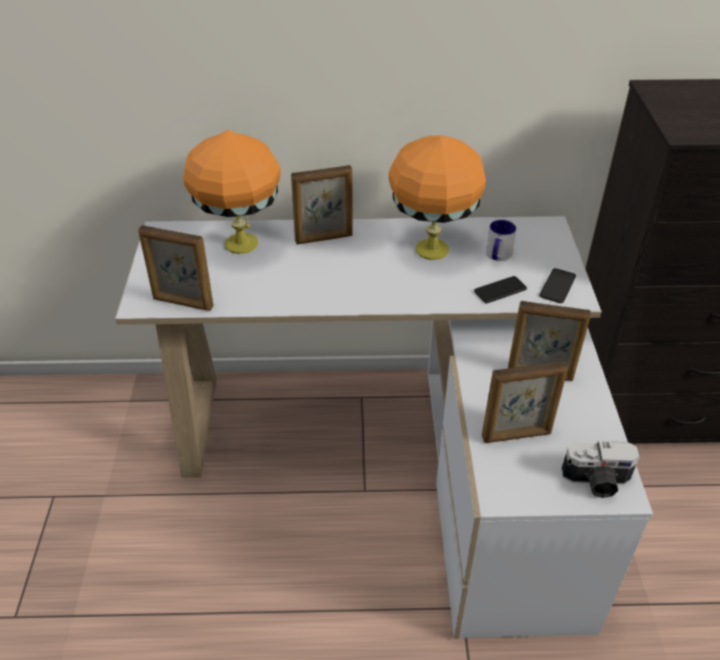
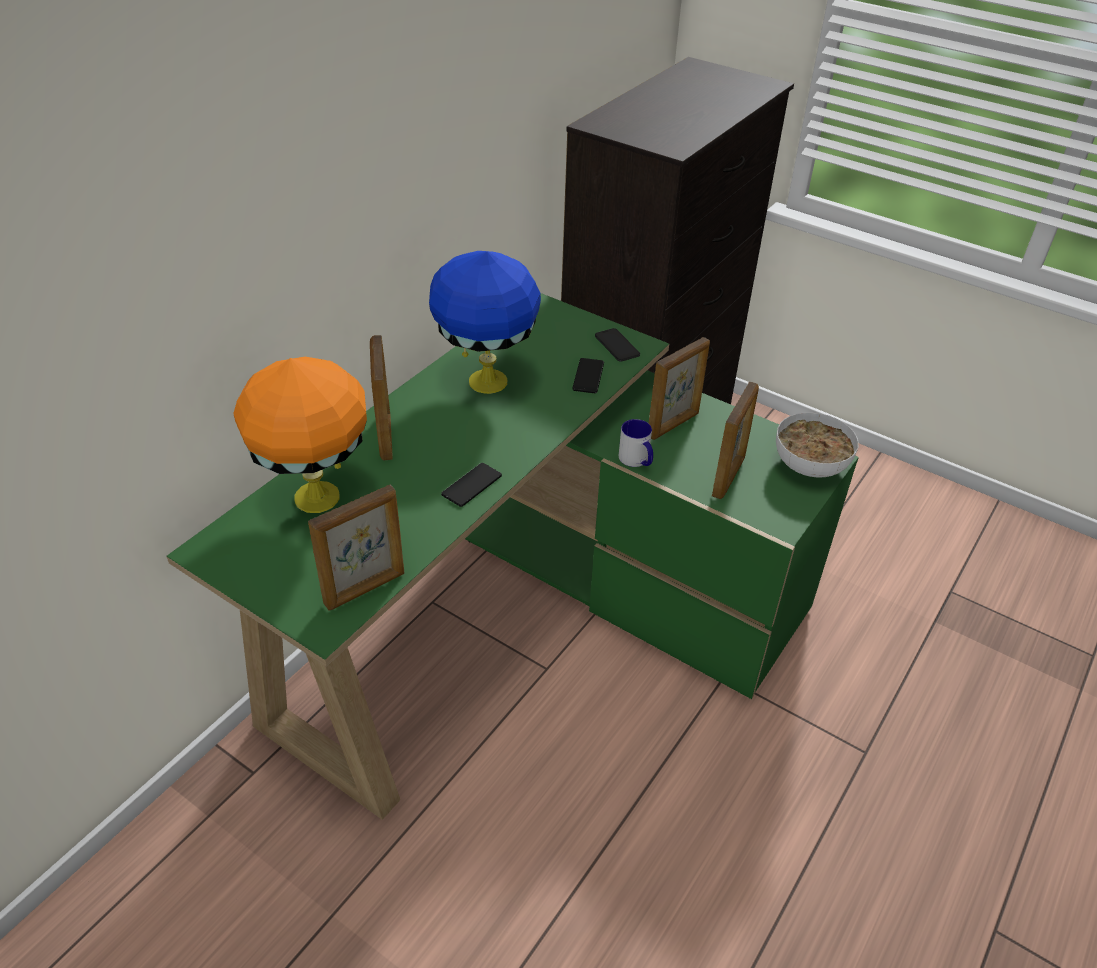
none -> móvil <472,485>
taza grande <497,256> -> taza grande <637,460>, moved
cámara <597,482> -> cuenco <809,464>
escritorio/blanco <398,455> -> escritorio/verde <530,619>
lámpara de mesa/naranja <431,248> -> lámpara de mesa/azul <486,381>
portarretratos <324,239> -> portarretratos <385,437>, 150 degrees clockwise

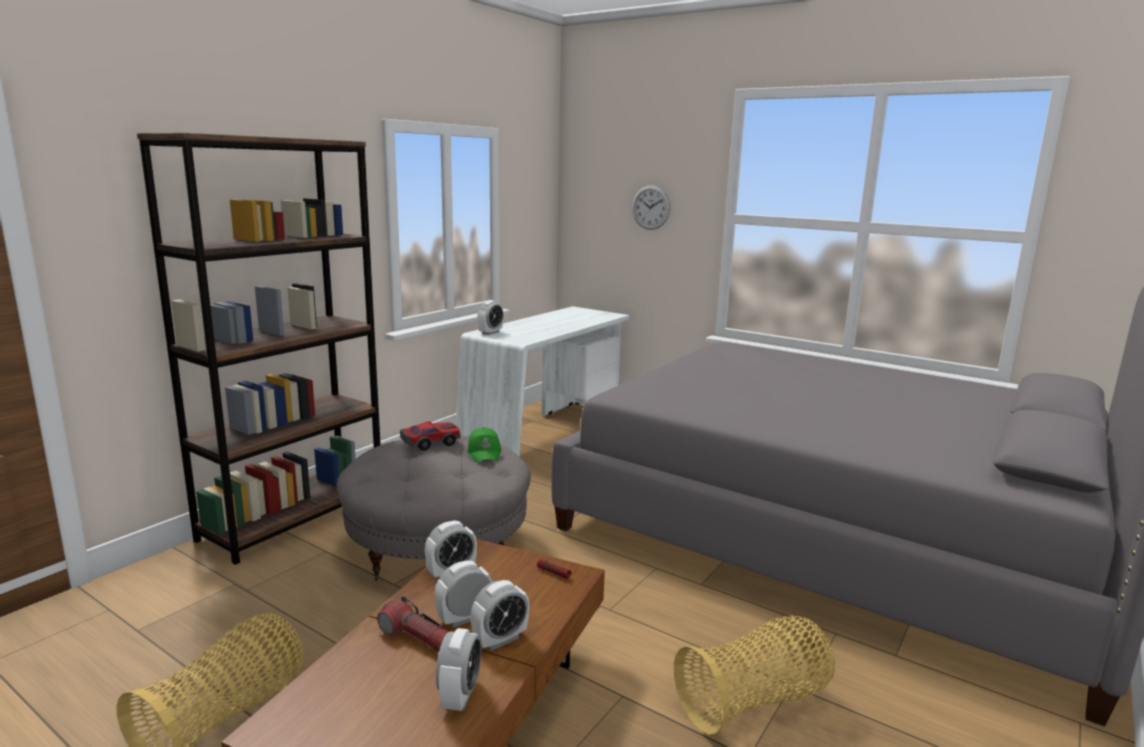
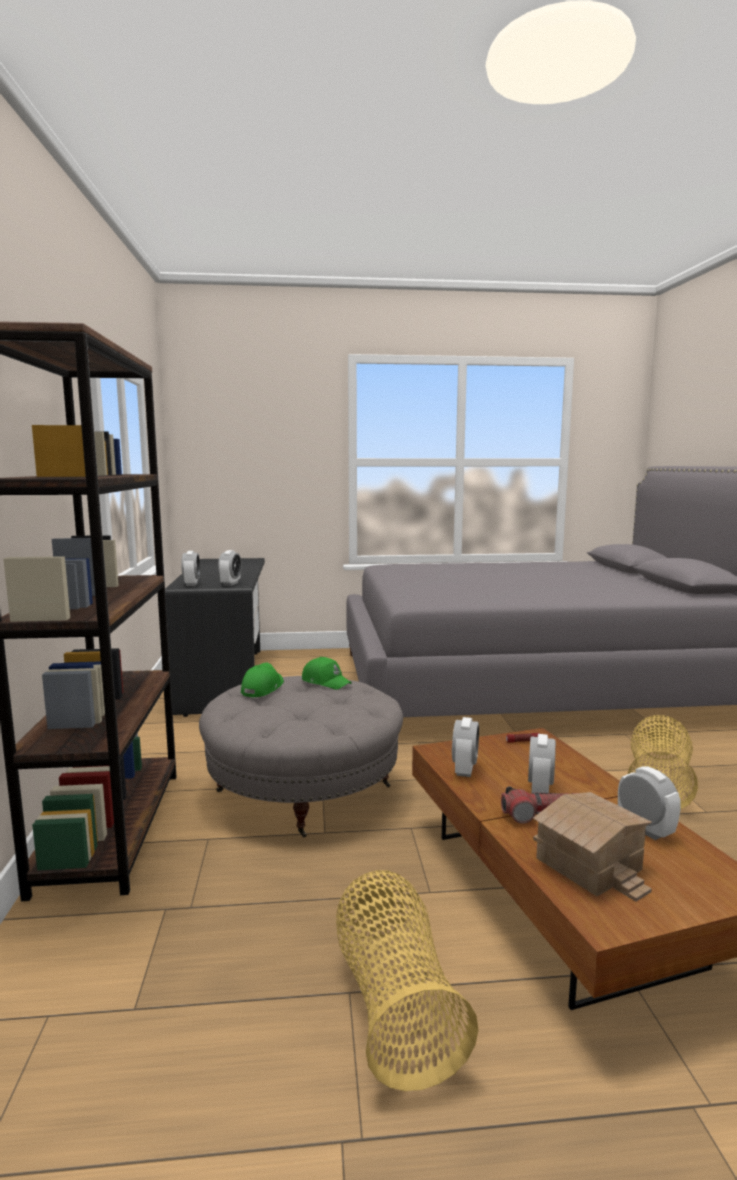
reloj de pared <651,207> -> none
none -> casita <589,863>
despertador <500,640> -> despertador <230,584>, moved
coche de juguete <431,442> -> gorra/verde <262,688>
escritorio/blanco <546,430> -> escritorio/negro <225,680>

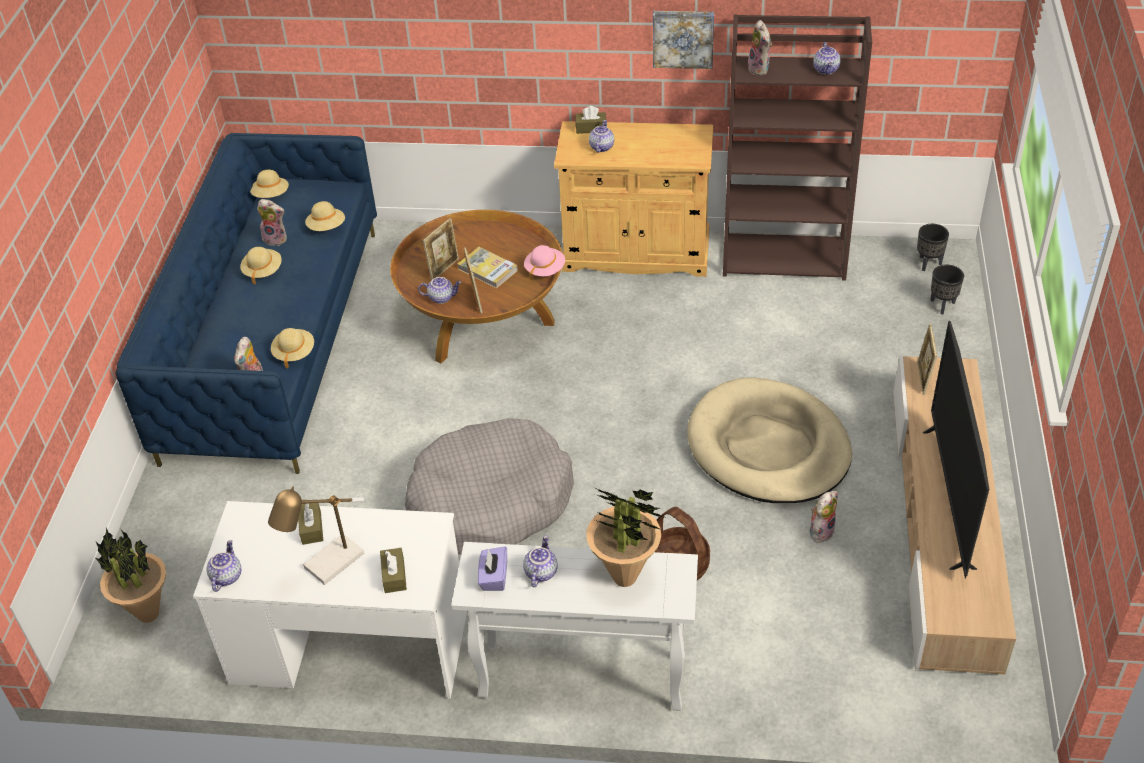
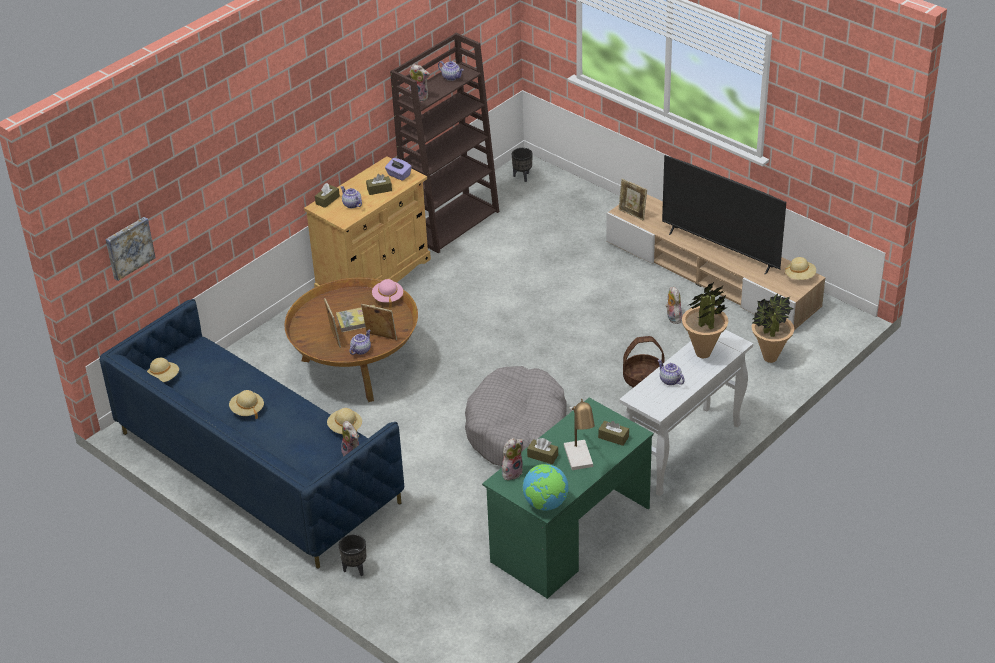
cama para perro/beis <768,447> -> none
none -> caja de pañuelos/marrón <379,189>
planta en maceta <148,614> -> planta en maceta <770,358>, moved
peluche <276,239> -> peluche <512,472>, moved
sombrero/beis <327,227> -> sombrero/beis <800,276>, moved
caja de pañuelos/morado <494,577> -> caja de pañuelos/morado <398,175>, moved
cuadro <683,38> -> cuadro <129,247>, moved
maceta/negro <943,305> -> maceta/negro <355,569>, moved
tetera <226,576> -> globo terráqueo <545,504>
escritorio/blanco <349,647> -> escritorio/verde <570,535>

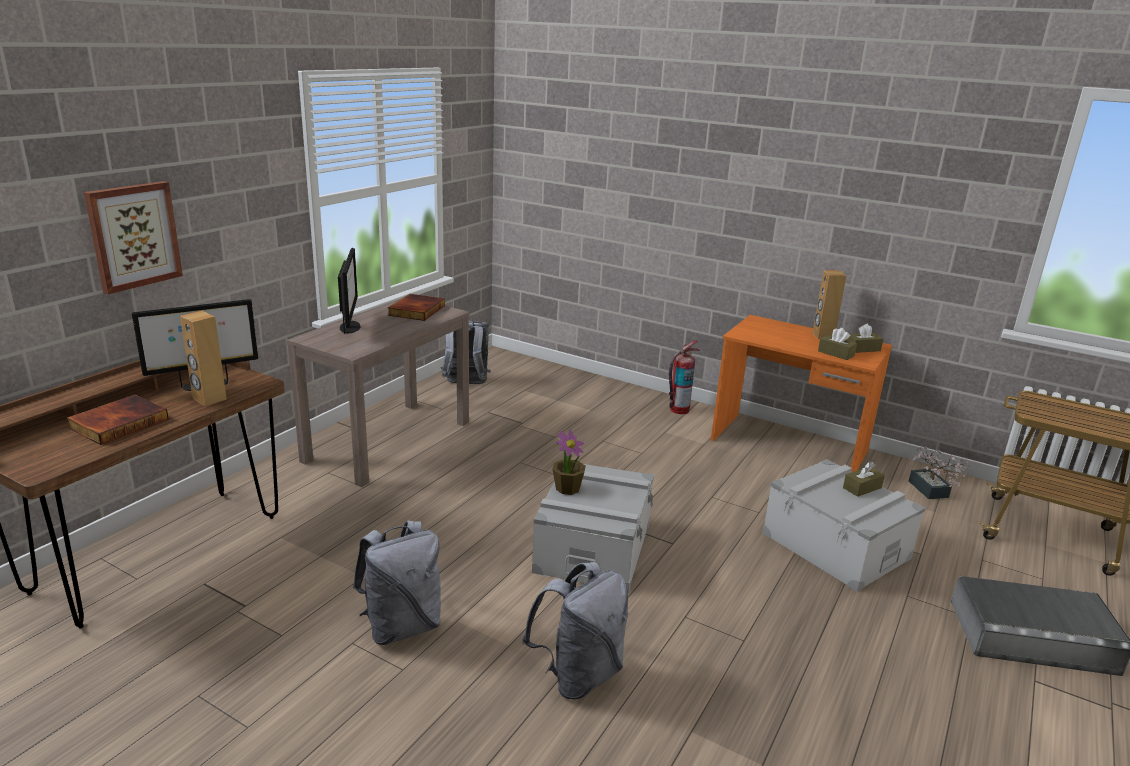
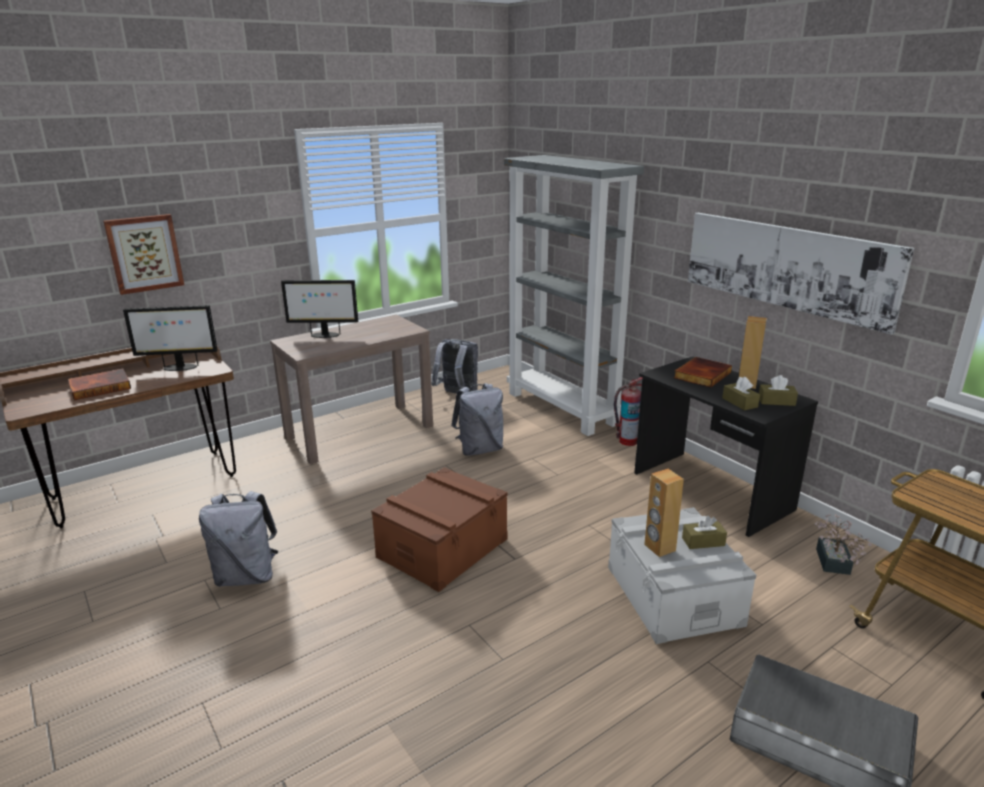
planta en maceta <567,488> -> none
none -> estantería/gris <563,408>
none -> cuadro <786,266>
altavoz/marrón <209,399> -> altavoz/marrón <659,548>, moved
libro <416,310> -> libro <701,375>, moved
mochila/gris <578,675> -> mochila/gris <480,449>, moved
caja de almacenaje/gris <593,548> -> caja de almacenaje/marrón <442,547>
escritorio/naranja <789,446> -> escritorio/negro <710,491>
monitor <350,327> -> monitor <324,335>, 75 degrees clockwise

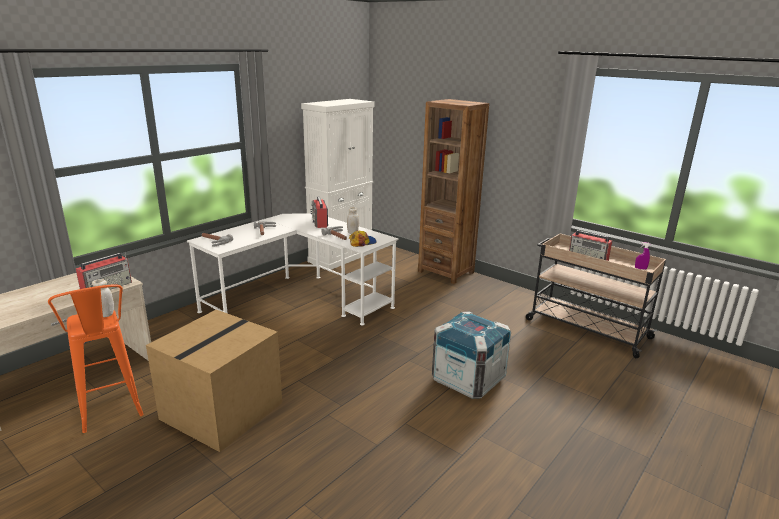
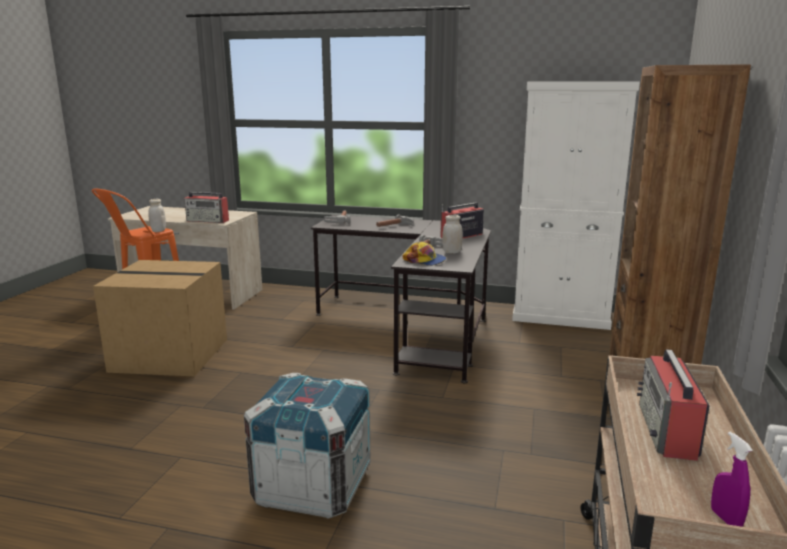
escritorio/blanco <299,300> -> escritorio/negro <414,326>

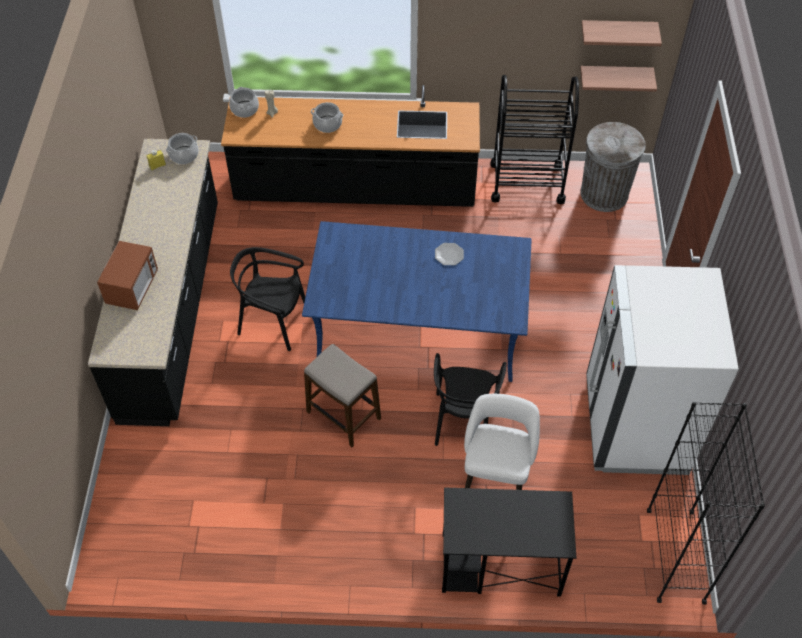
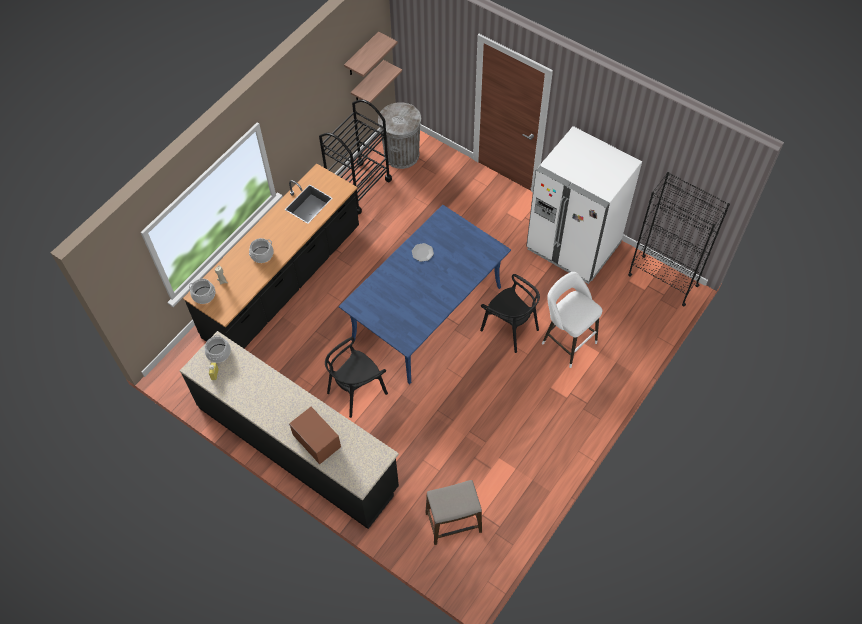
escritorio/negro <499,565> -> none
taburete <343,415> -> taburete <453,522>, moved

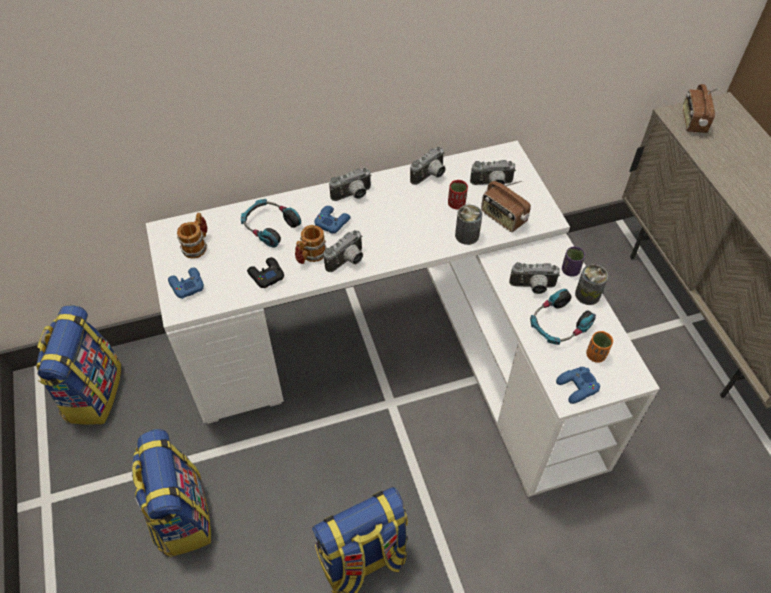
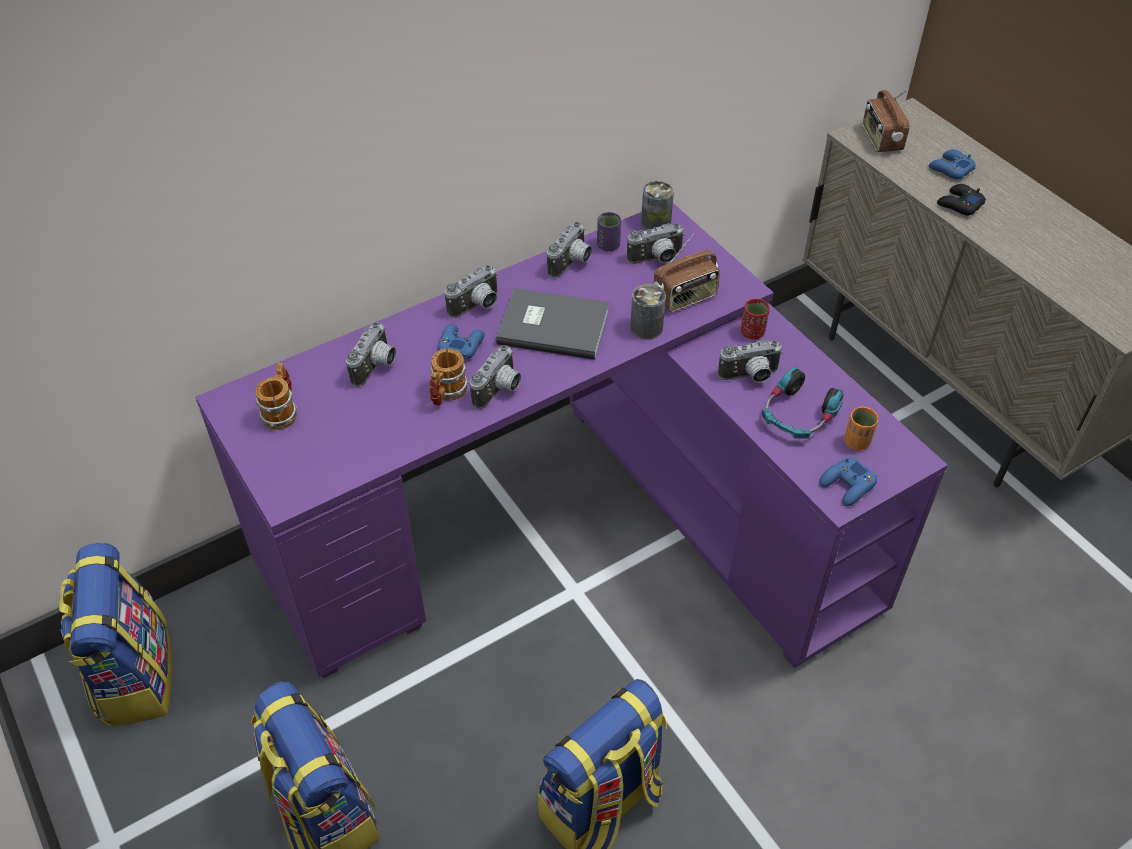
none -> libro/gris <552,325>
mando de consola/azul <186,285> -> mando de consola/azul <950,169>, moved
mando de consola/negro <266,275> -> mando de consola/negro <959,204>, moved
taza/rojo <456,204> -> taza/rojo <752,332>, moved
taza/morado <570,270> -> taza/morado <608,245>, moved
lata <587,294> -> lata <656,222>, moved
auriculares <270,226> -> cámara <377,367>
escritorio/blanco <406,355> -> escritorio/morado <575,523>
radio <503,218> -> radio <685,298>, 60 degrees counterclockwise

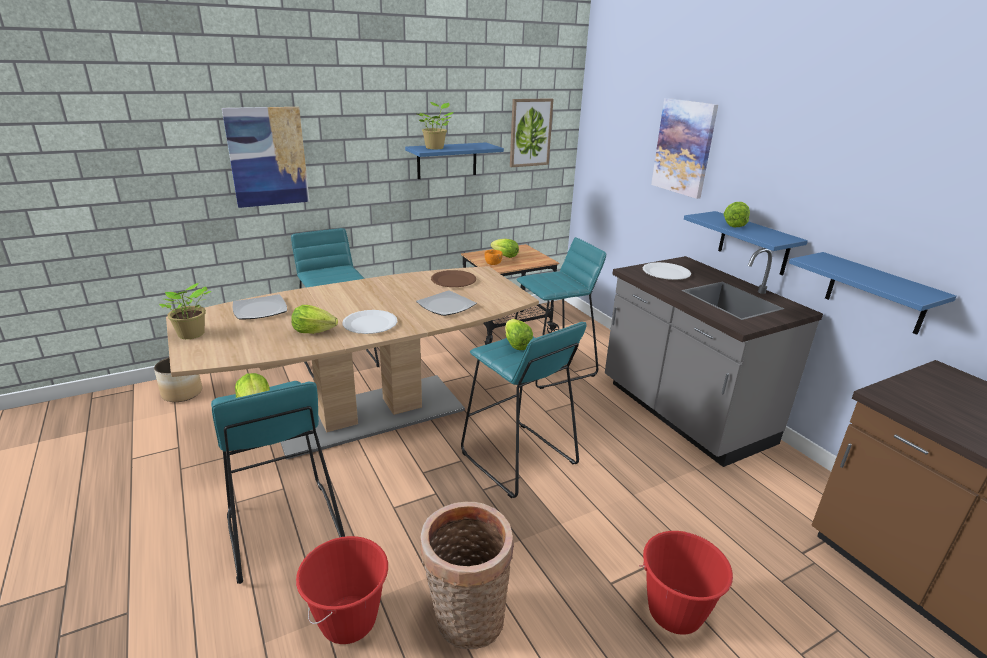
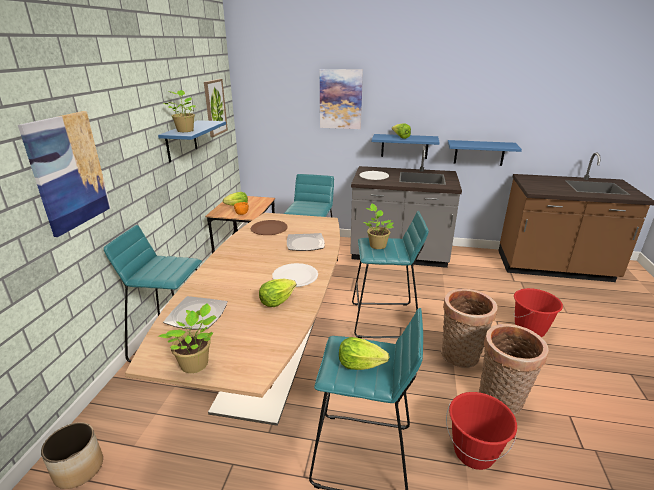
none -> cesta <460,357>
lechuga <516,345> -> planta en maceta <377,245>

